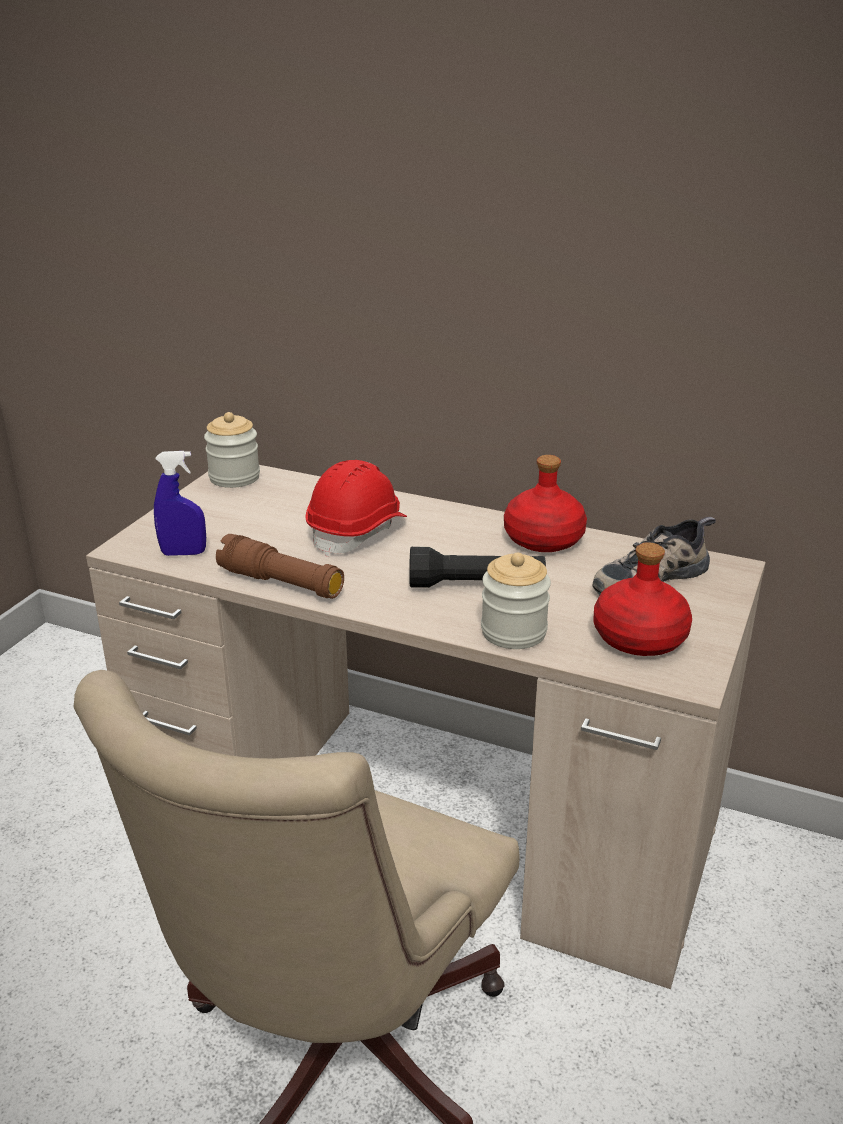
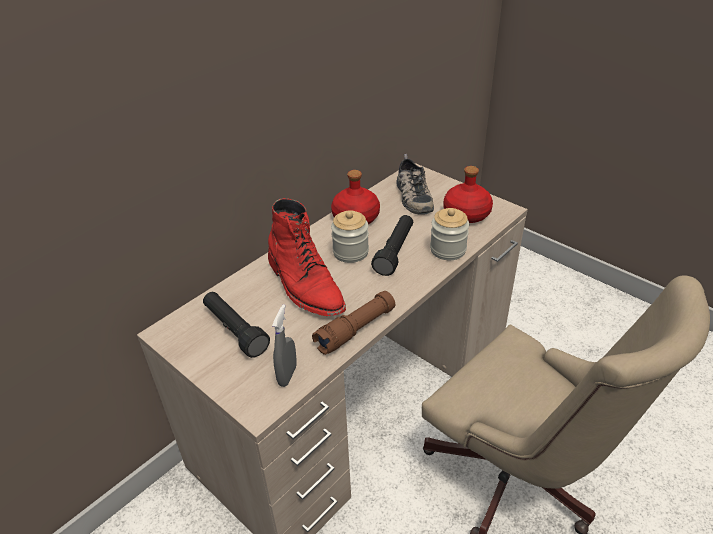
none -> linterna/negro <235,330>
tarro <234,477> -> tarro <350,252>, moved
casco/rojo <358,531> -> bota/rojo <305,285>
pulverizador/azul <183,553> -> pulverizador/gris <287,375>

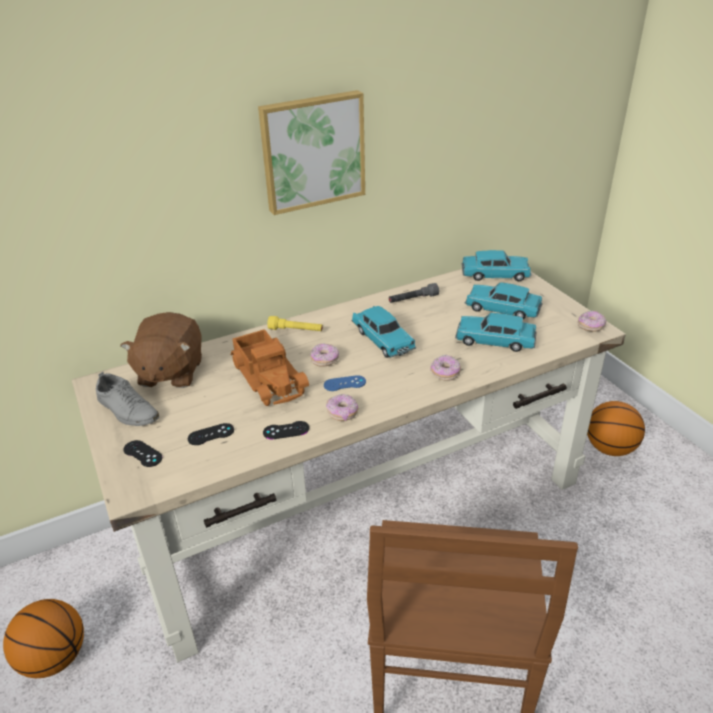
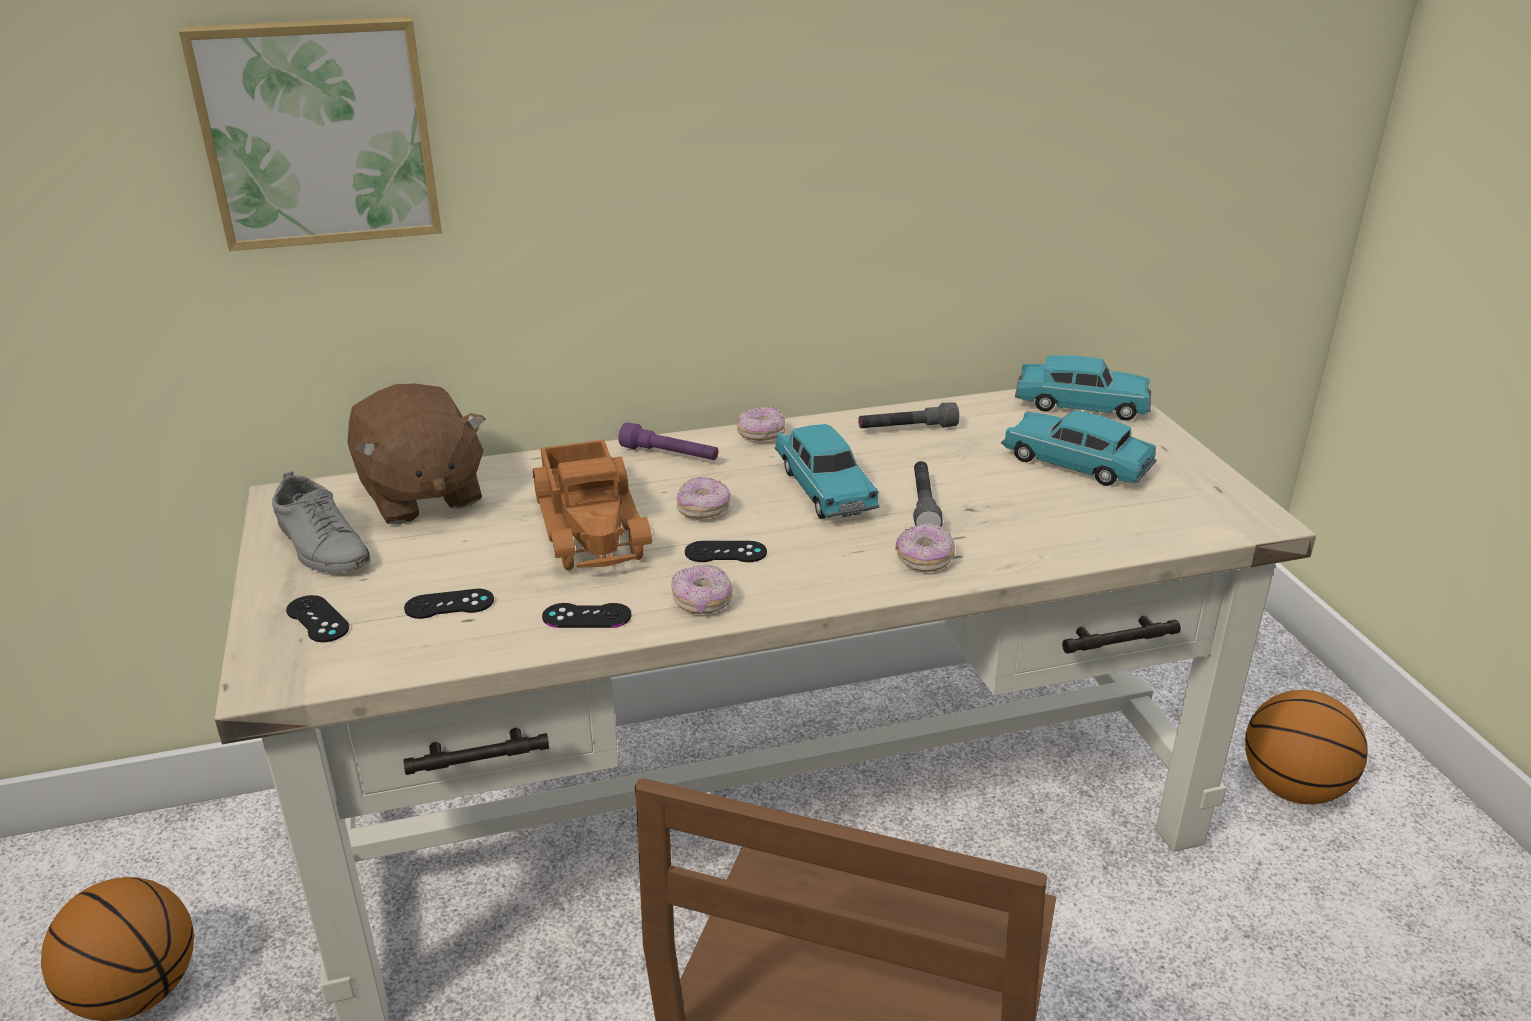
coche de juguete/turquesa <495,341> -> none
none -> linterna/gris <923,505>
cuadro <312,151> -> cuadro <319,132>, moved
rosquilla <591,327> -> rosquilla <761,435>, moved
linterna/amarillo <296,330> -> linterna/morado <670,455>
mando de consola/azul <344,383> -> mando de consola/negro <725,552>
peluche/marrón <170,372> -> peluche/marrón <421,495>, 45 degrees counterclockwise

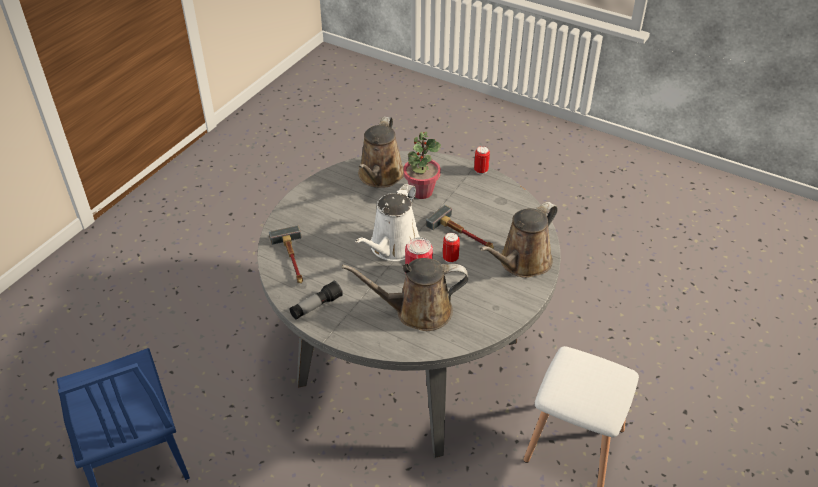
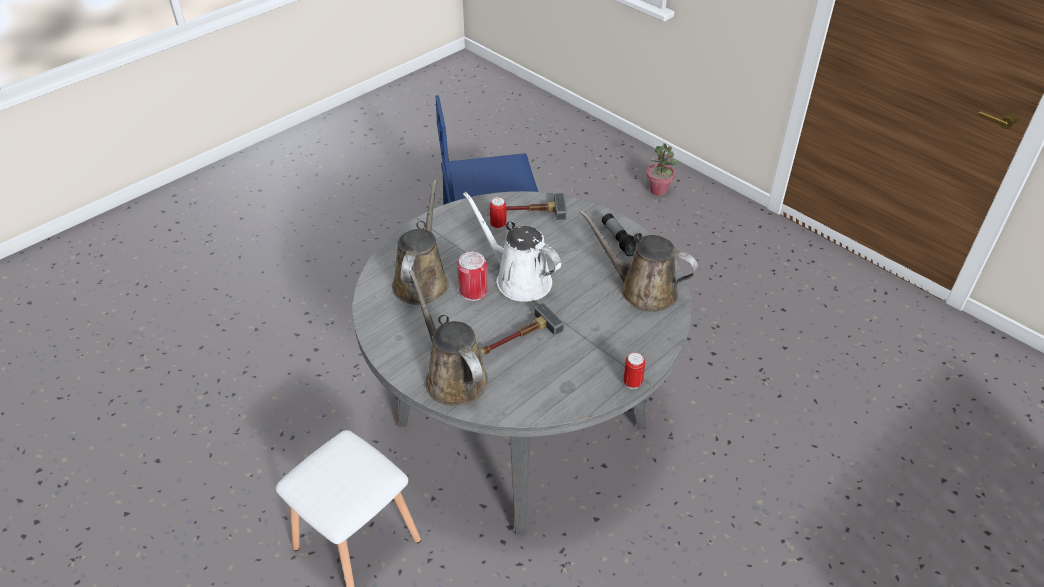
linterna <316,306> -> linterna <619,240>, moved
planta en maceta <421,191> -> planta en maceta <658,190>, moved
lata <450,258> -> lata <498,225>, moved

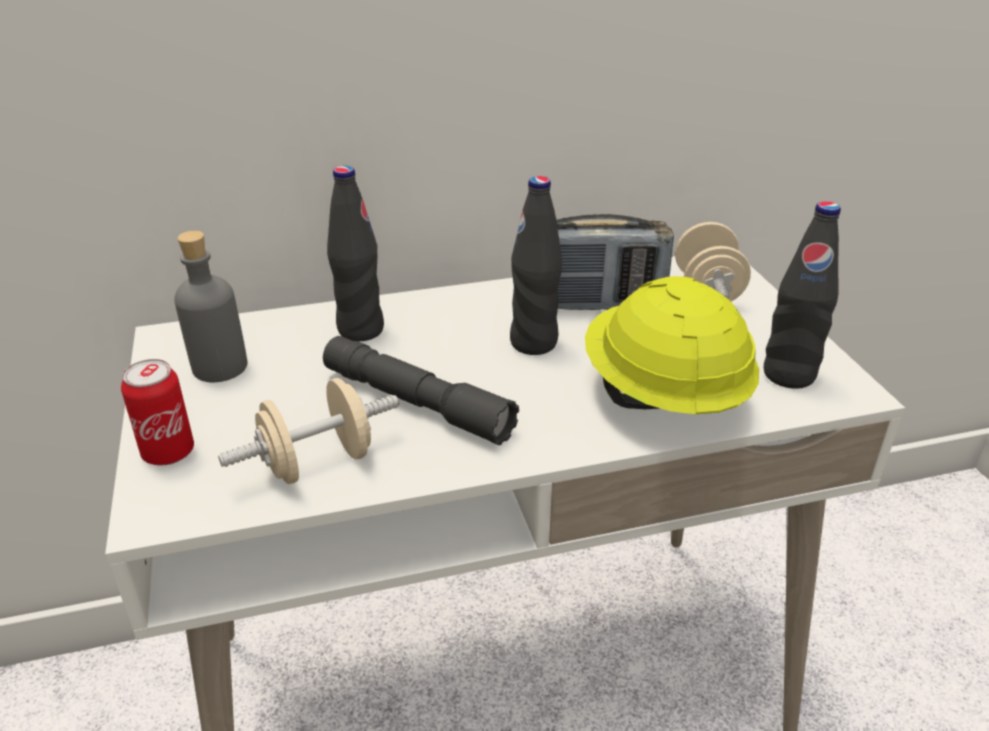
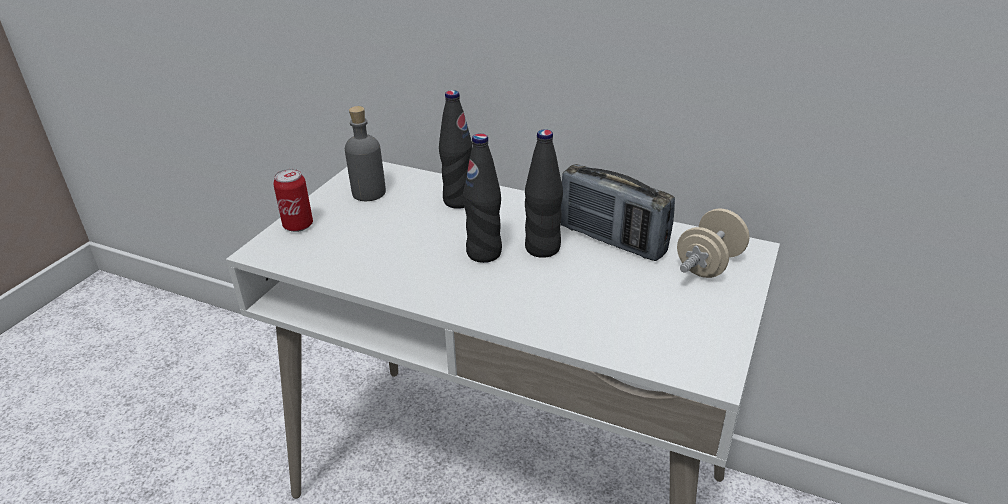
mancuerna/beis <318,463> -> none
linterna/gris <416,403> -> none
casco/amarillo <662,396> -> none
botella/negro <788,375> -> botella/negro <484,253>, moved

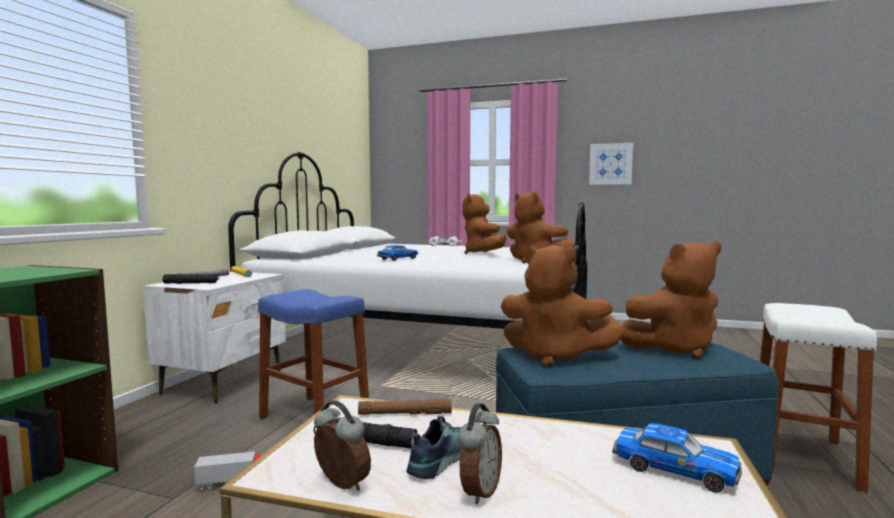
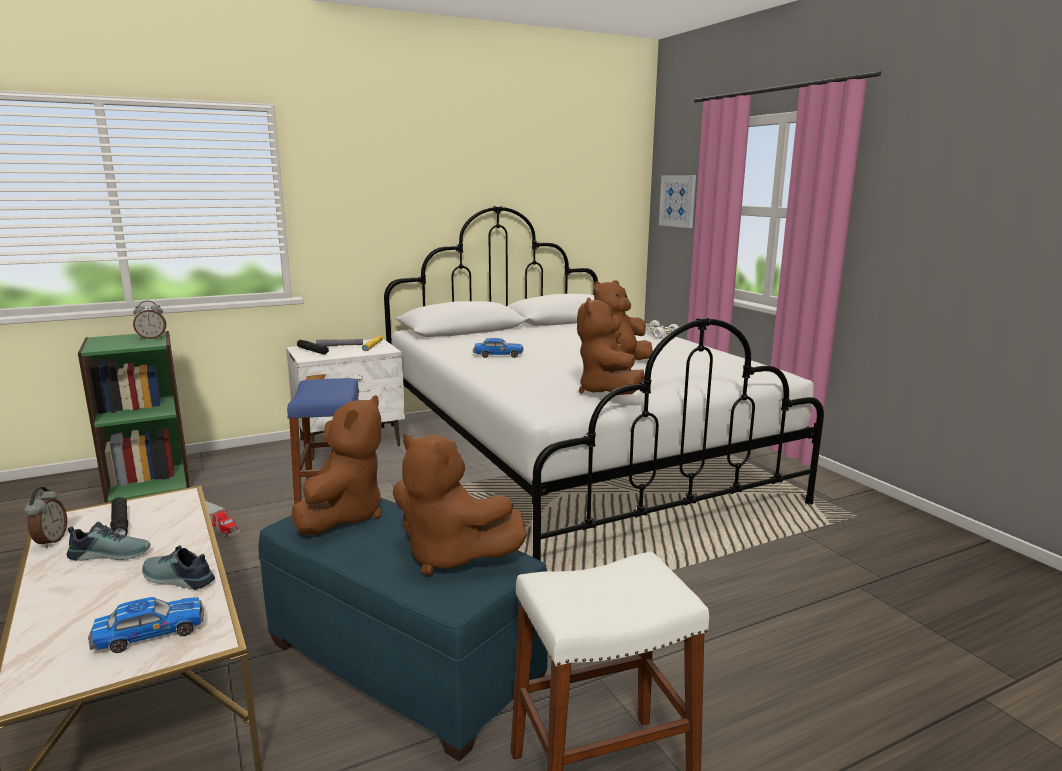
linterna/marrón <405,414> -> none
none -> zapato <176,579>
despertador <479,491> -> despertador <152,338>, moved
cuadro <610,164> -> cuadro <678,201>, moved
peluche/marrón <554,356> -> peluche/marrón <343,515>, 150 degrees counterclockwise
coche de juguete <673,469> -> coche de juguete <149,633>, 105 degrees counterclockwise

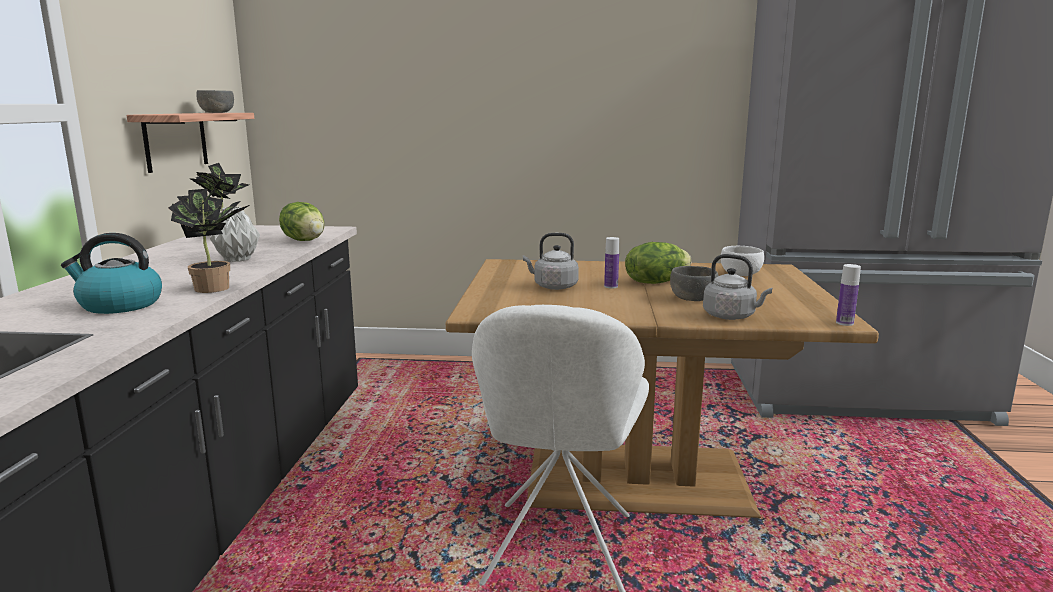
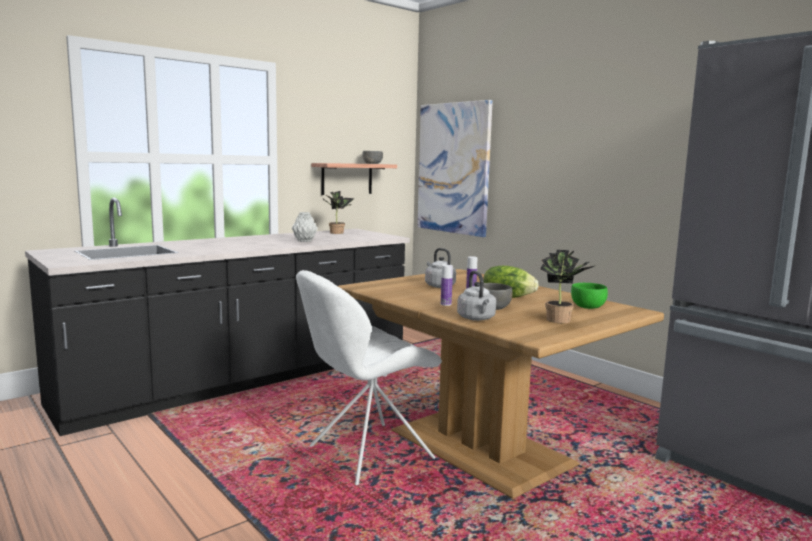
hervidor <119,305> -> none
lechuga <305,240> -> none
none -> cuadro <453,168>
planta en maceta <217,288> -> planta en maceta <562,320>, moved
botella <844,323> -> botella <446,304>, moved
cuenco/blanco <741,274> -> cuenco/verde <588,307>

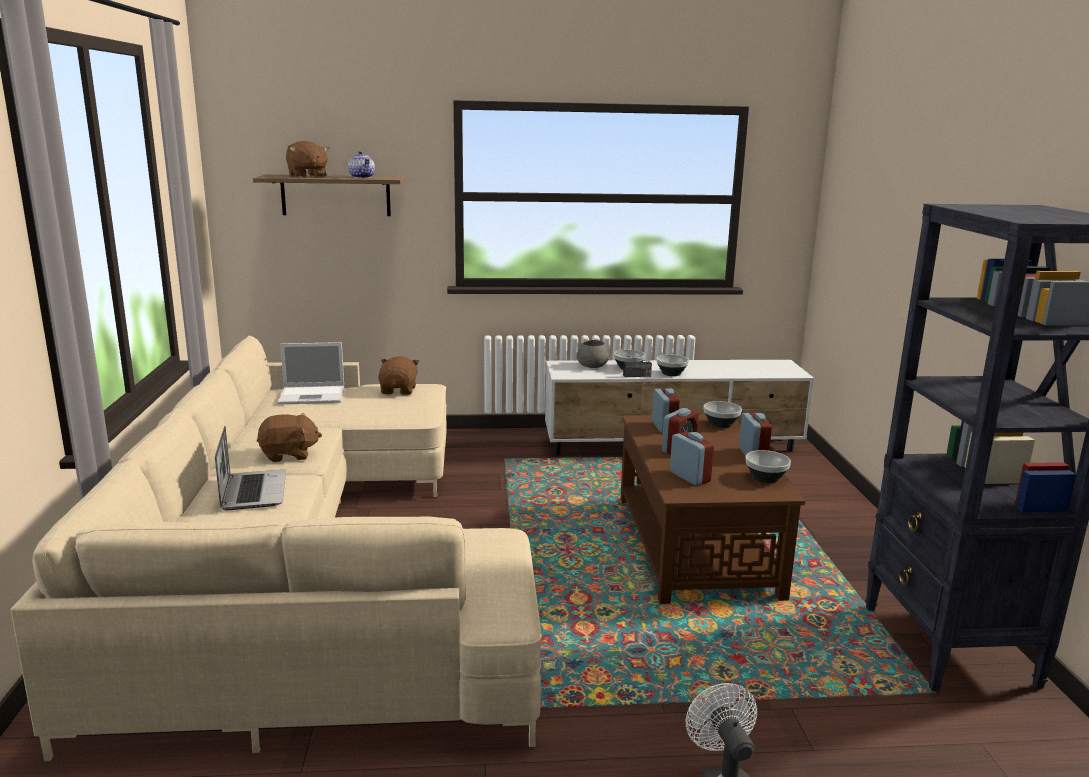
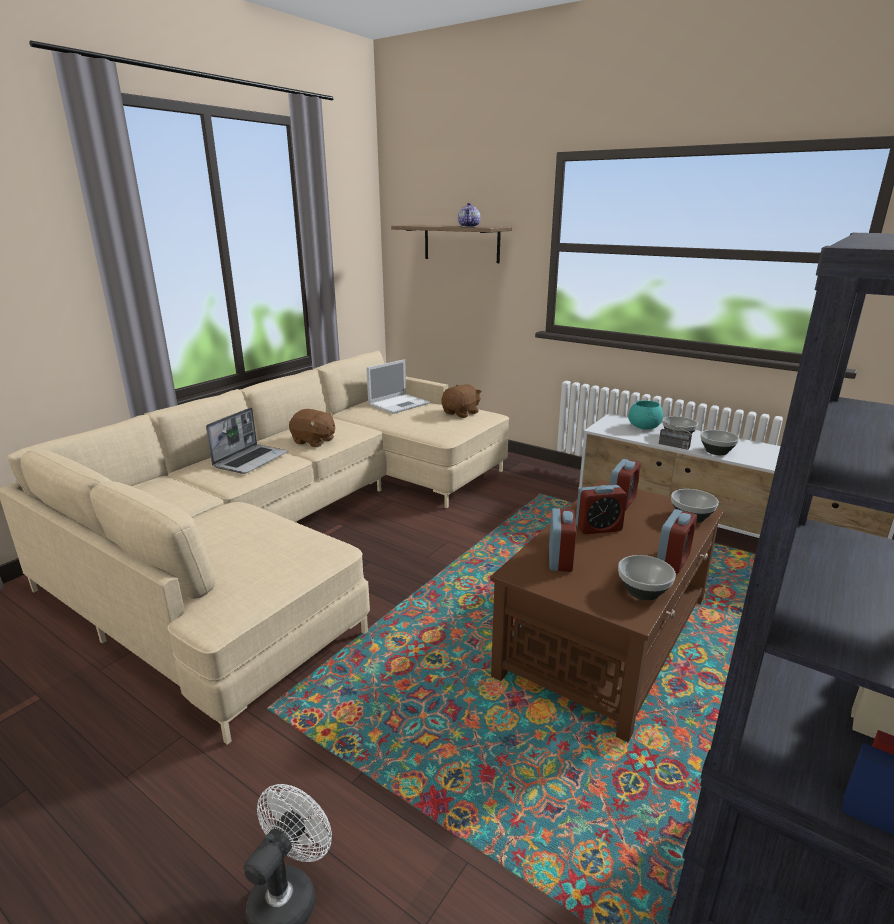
peluche/marrón <307,176> -> none
cuenco/gris <592,365> -> cuenco/turquesa <644,426>
portátil <313,395> -> portátil <399,404>, 75 degrees counterclockwise

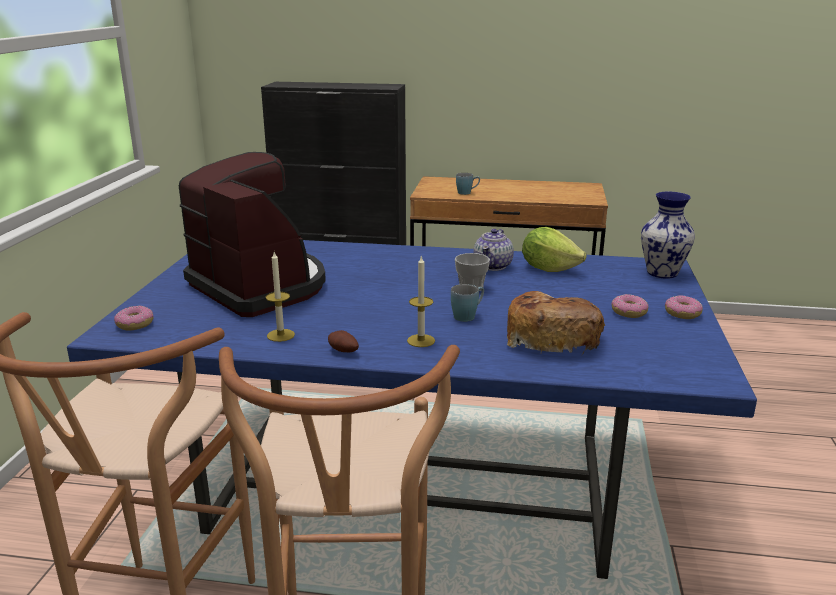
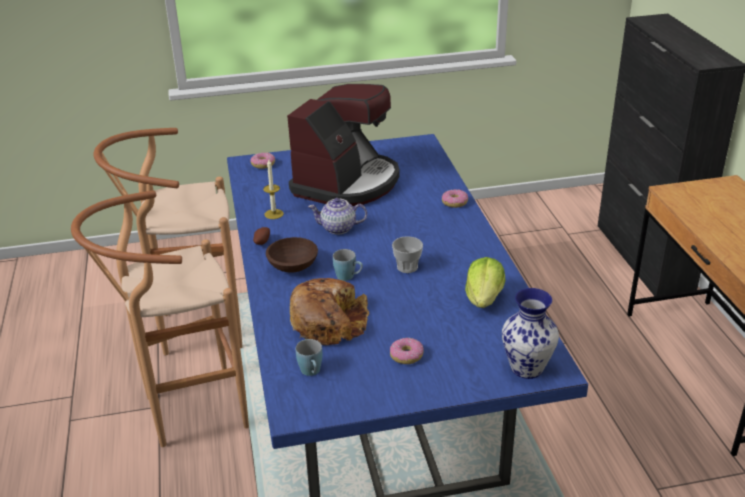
taza grande/azul <467,193> -> taza grande/azul <311,372>, moved
tetera <493,266> -> tetera <339,228>, moved
rosquilla <682,313> -> rosquilla <454,202>, moved
vela <421,340> -> cuenco/marrón <293,266>

